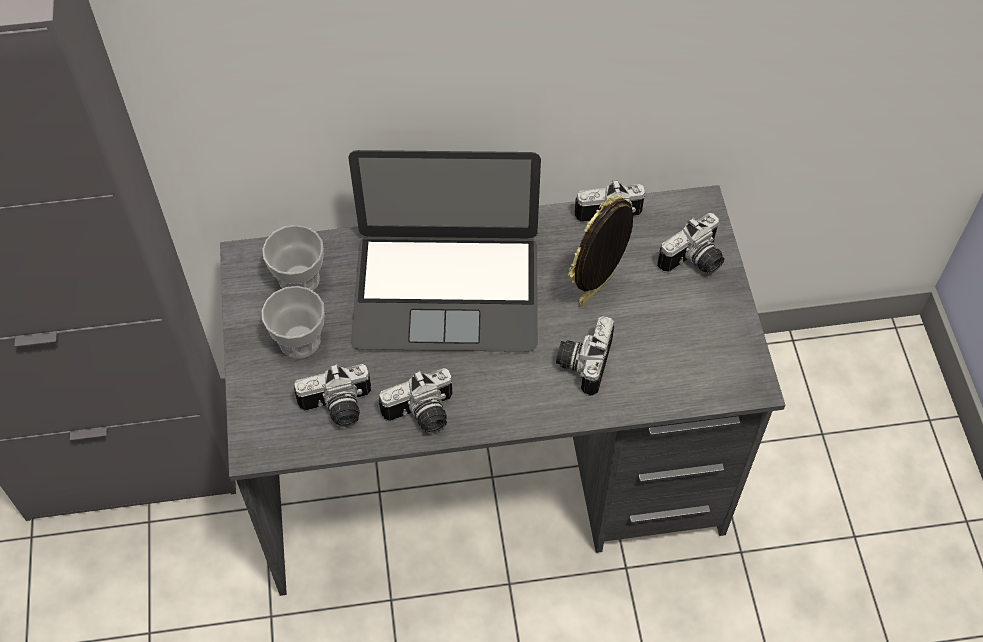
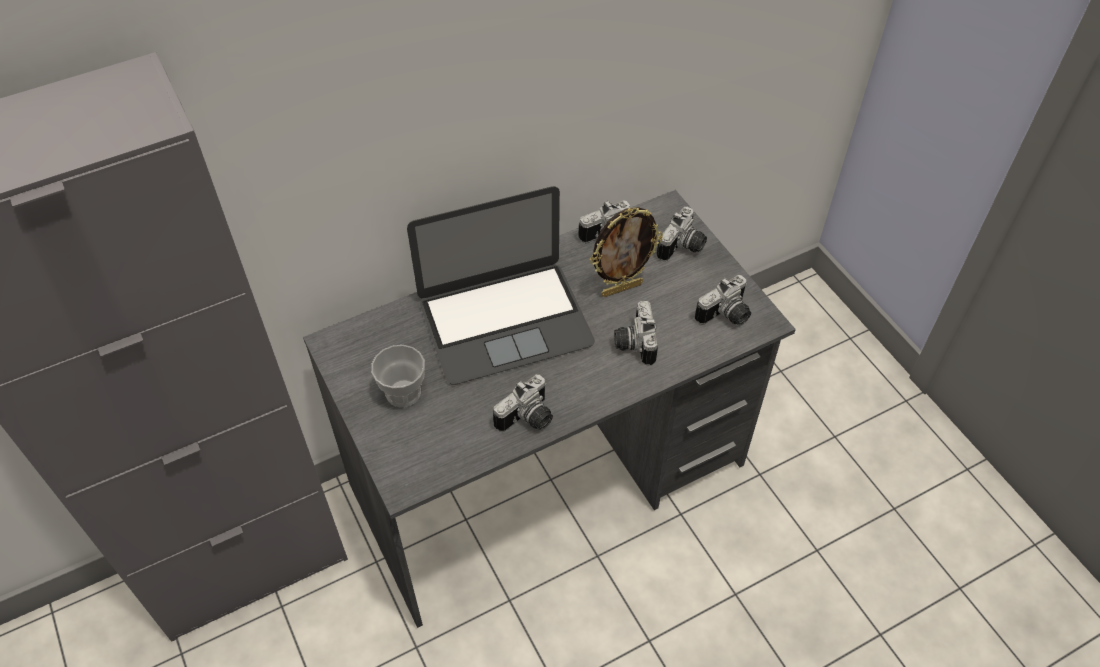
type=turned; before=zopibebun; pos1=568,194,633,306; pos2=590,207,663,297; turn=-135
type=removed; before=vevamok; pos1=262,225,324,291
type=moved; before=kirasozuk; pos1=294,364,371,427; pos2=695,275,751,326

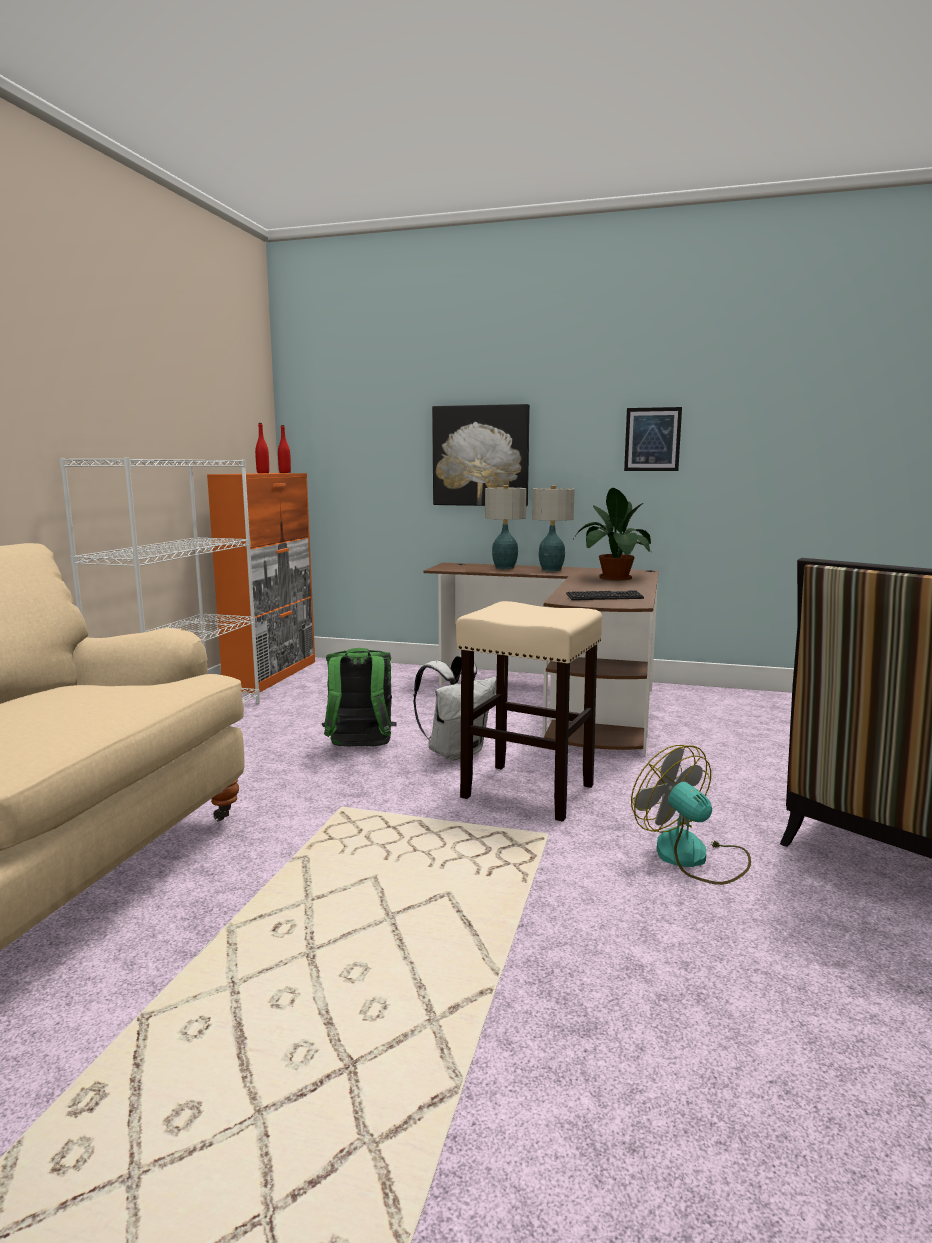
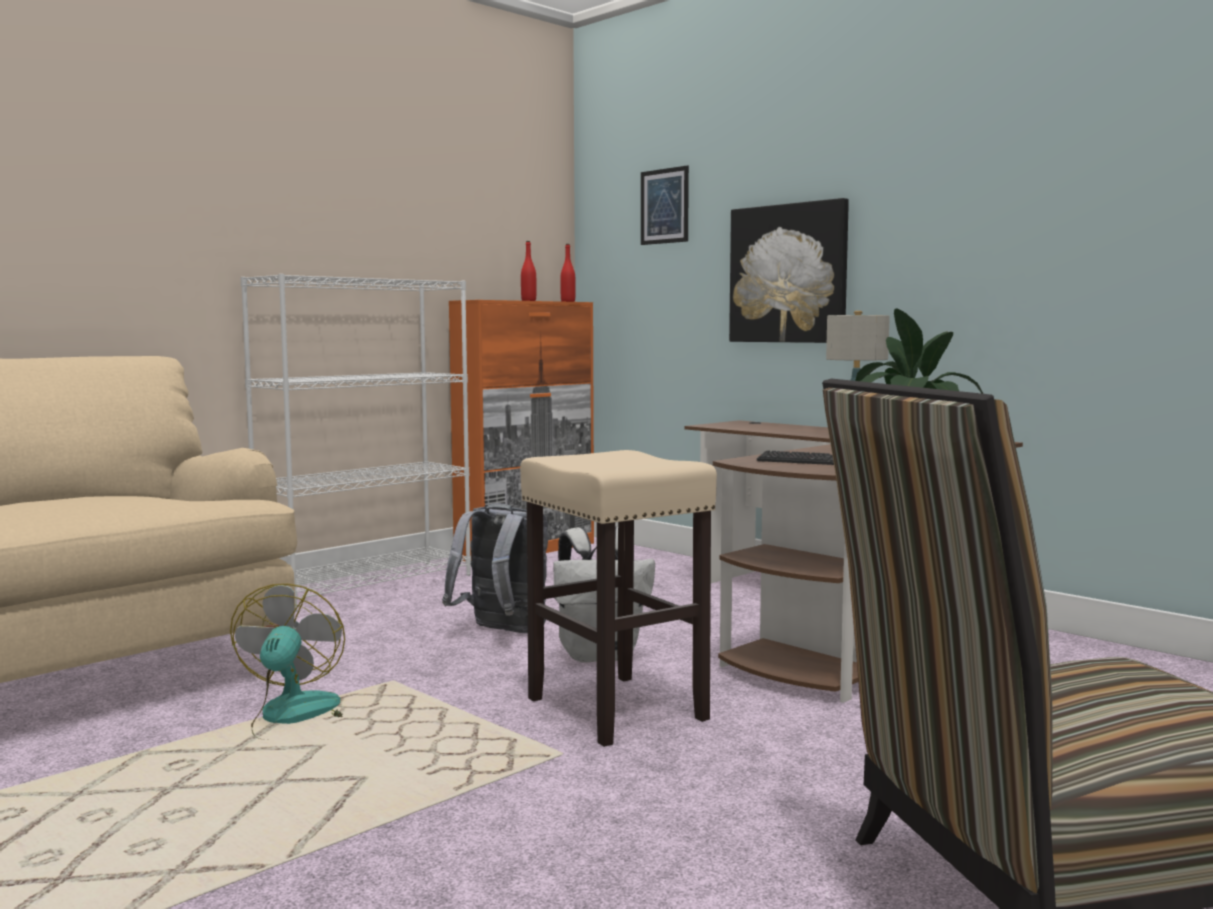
type=moved; before=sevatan; pos1=624,407,682,471; pos2=641,165,689,245
type=removed; before=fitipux; pos1=485,485,527,569
type=recoloured; before=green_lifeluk; after=grey_lifeluk; pos1=321,648,397,746; pos2=442,503,548,633
type=moved; before=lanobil; pos1=631,745,751,885; pos2=230,584,345,740

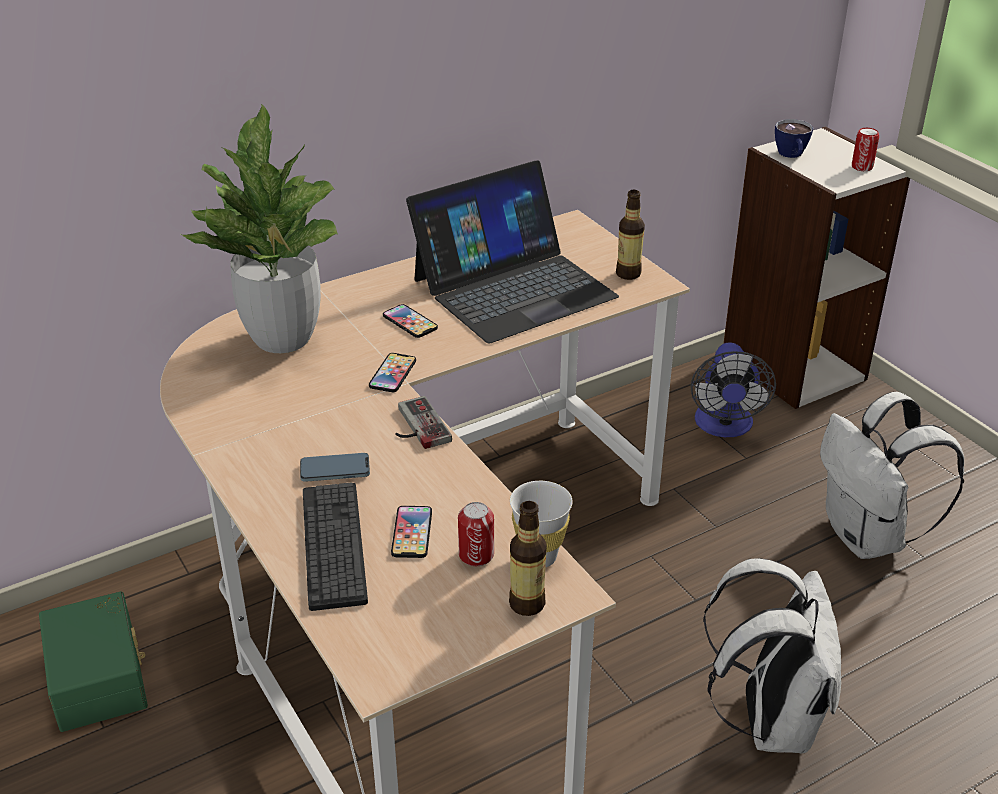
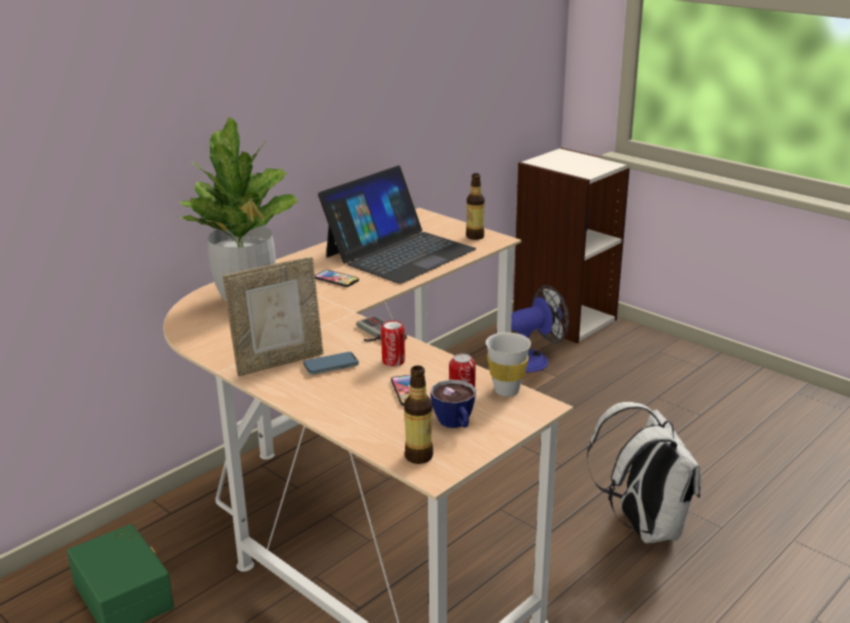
type=moved; before=vevamok; pos1=775,119,813,158; pos2=430,380,476,428
type=moved; before=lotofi; pos1=852,128,879,171; pos2=381,321,405,367
type=turned; before=lanobil; pos1=691,343,776,437; pos2=511,285,569,373; turn=-105
type=removed; before=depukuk; pos1=369,353,416,392
type=removed; before=white_lifeluk; pos1=820,392,964,559
type=removed; before=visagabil; pos1=303,482,368,611
type=moved; before=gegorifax; pos1=509,501,546,616; pos2=404,365,433,464
type=added; after=zopibebun; pos2=223,257,323,376

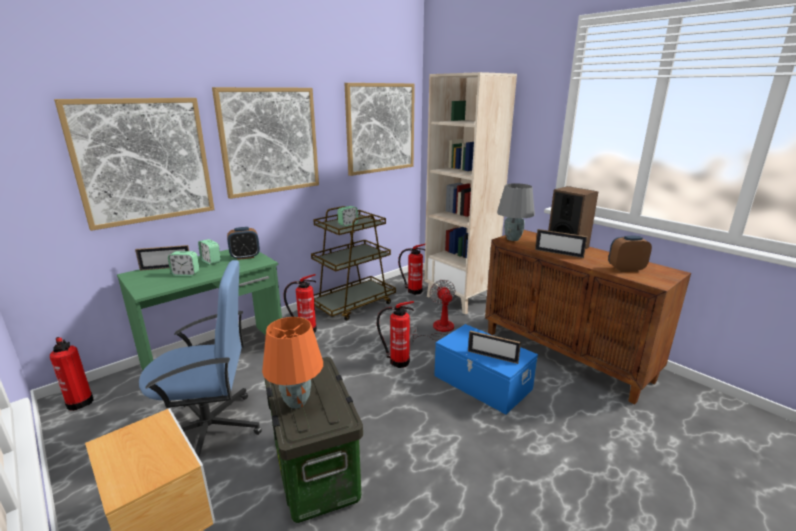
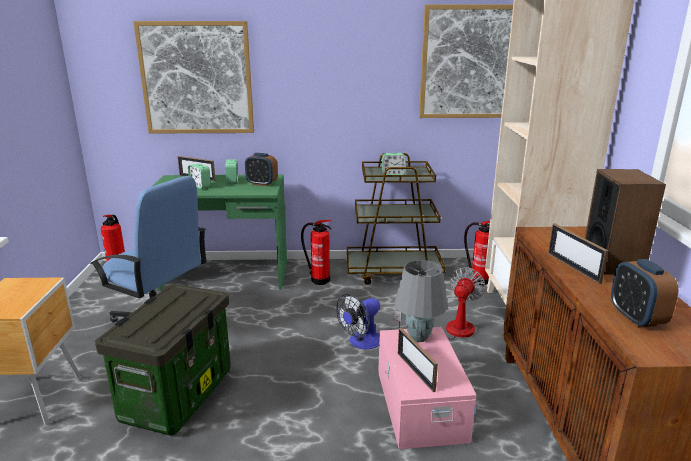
type=removed; before=sevatan; pos1=212,87,319,199
type=moved; before=grey_fitipux; pos1=497,183,535,241; pos2=394,260,448,342
type=turned; before=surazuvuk; pos1=608,236,652,272; pos2=611,259,678,328; turn=-135
type=replaced; before=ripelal; after=lanobil; pos1=377,301,414,368; pos2=336,294,380,349
type=removed; before=orange_fitipux; pos1=262,317,323,409
type=recoloured; before=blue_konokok; after=pink_konokok; pos1=434,324,538,414; pos2=378,327,476,449

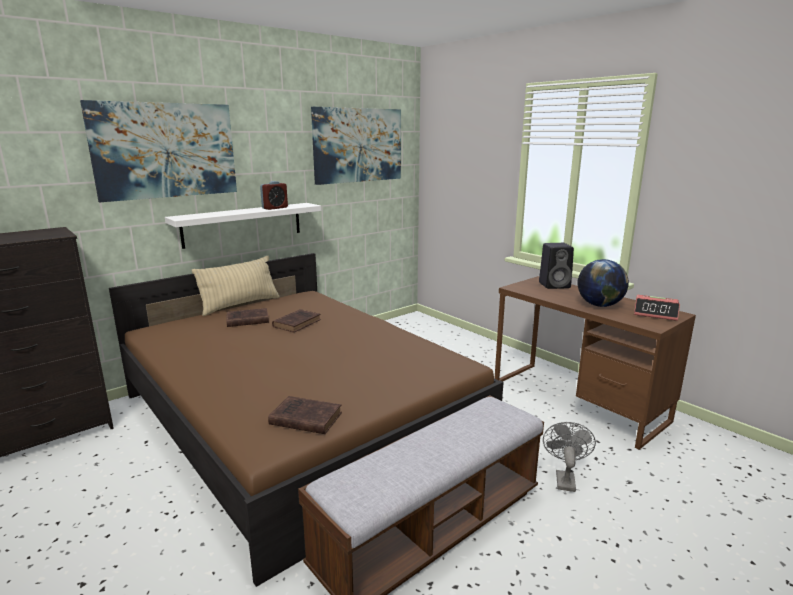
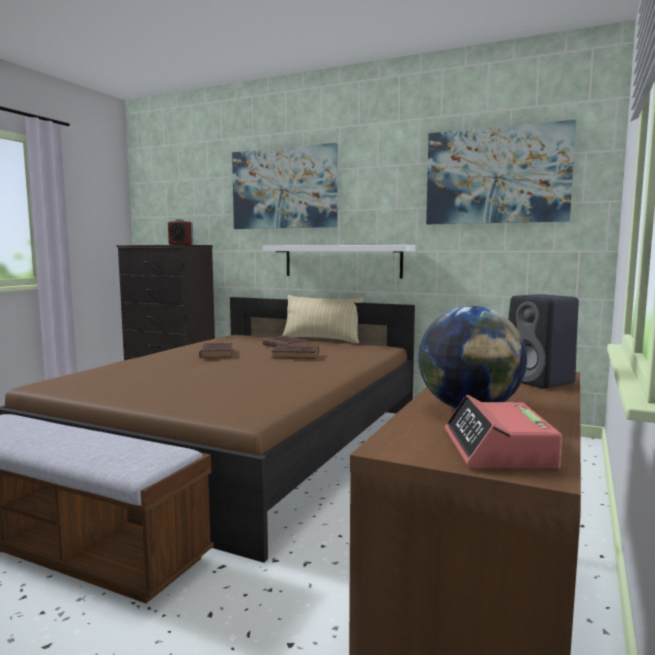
type=moved; before=surazuvuk; pos1=260,181,288,210; pos2=168,219,193,245
type=moved; before=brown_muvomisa; pos1=268,396,342,434; pos2=199,343,233,358
type=removed; before=grey_lanobil; pos1=543,422,596,492

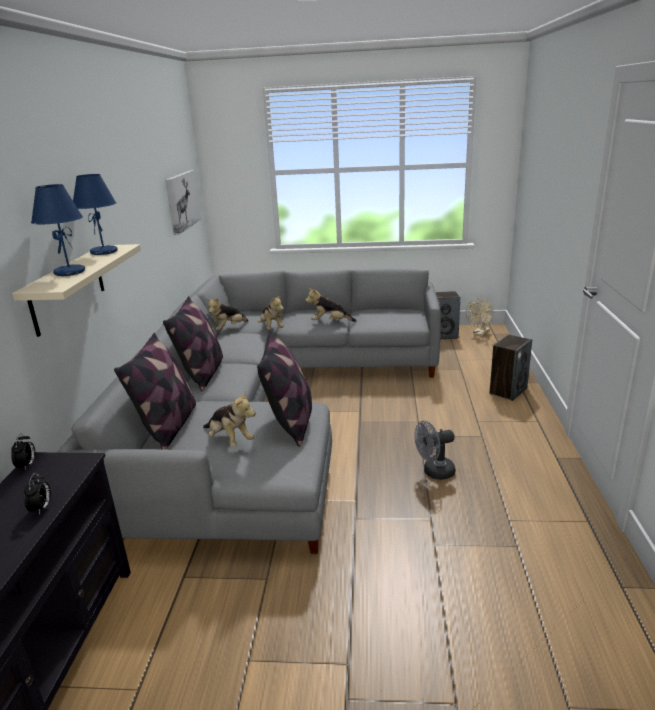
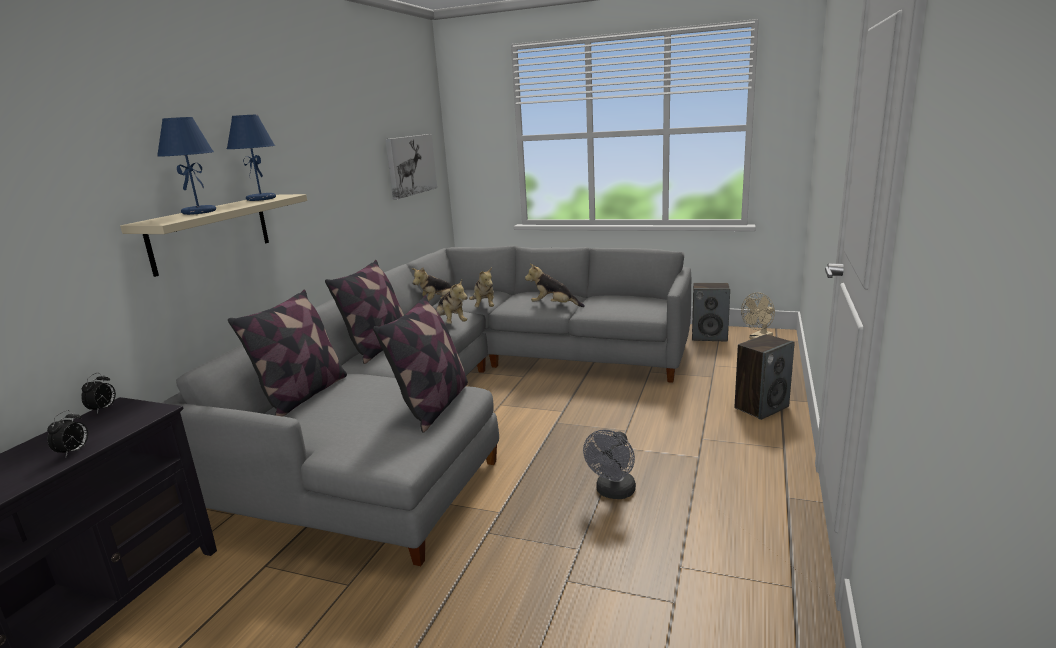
type=moved; before=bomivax; pos1=203,390,256,447; pos2=436,280,468,324
type=turned; before=grey_lanobil; pos1=415,421,455,480; pos2=583,429,636,499; turn=-60

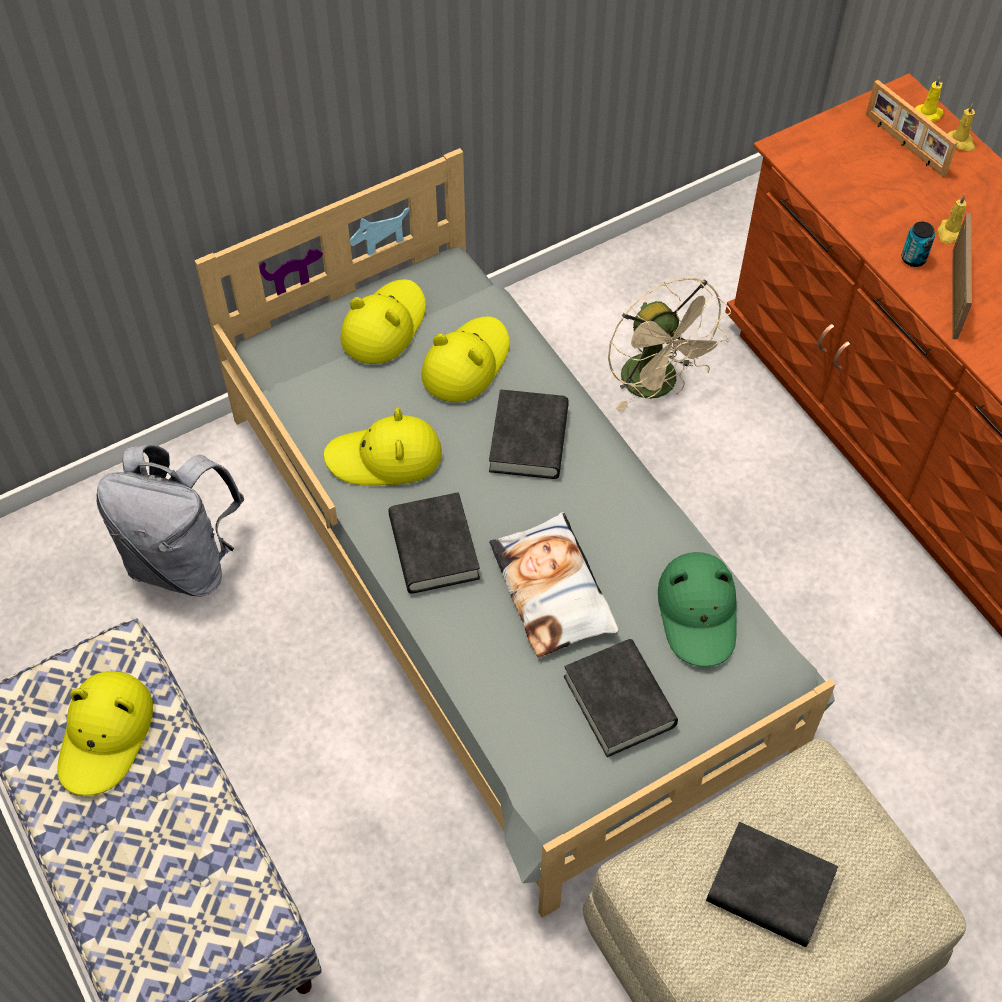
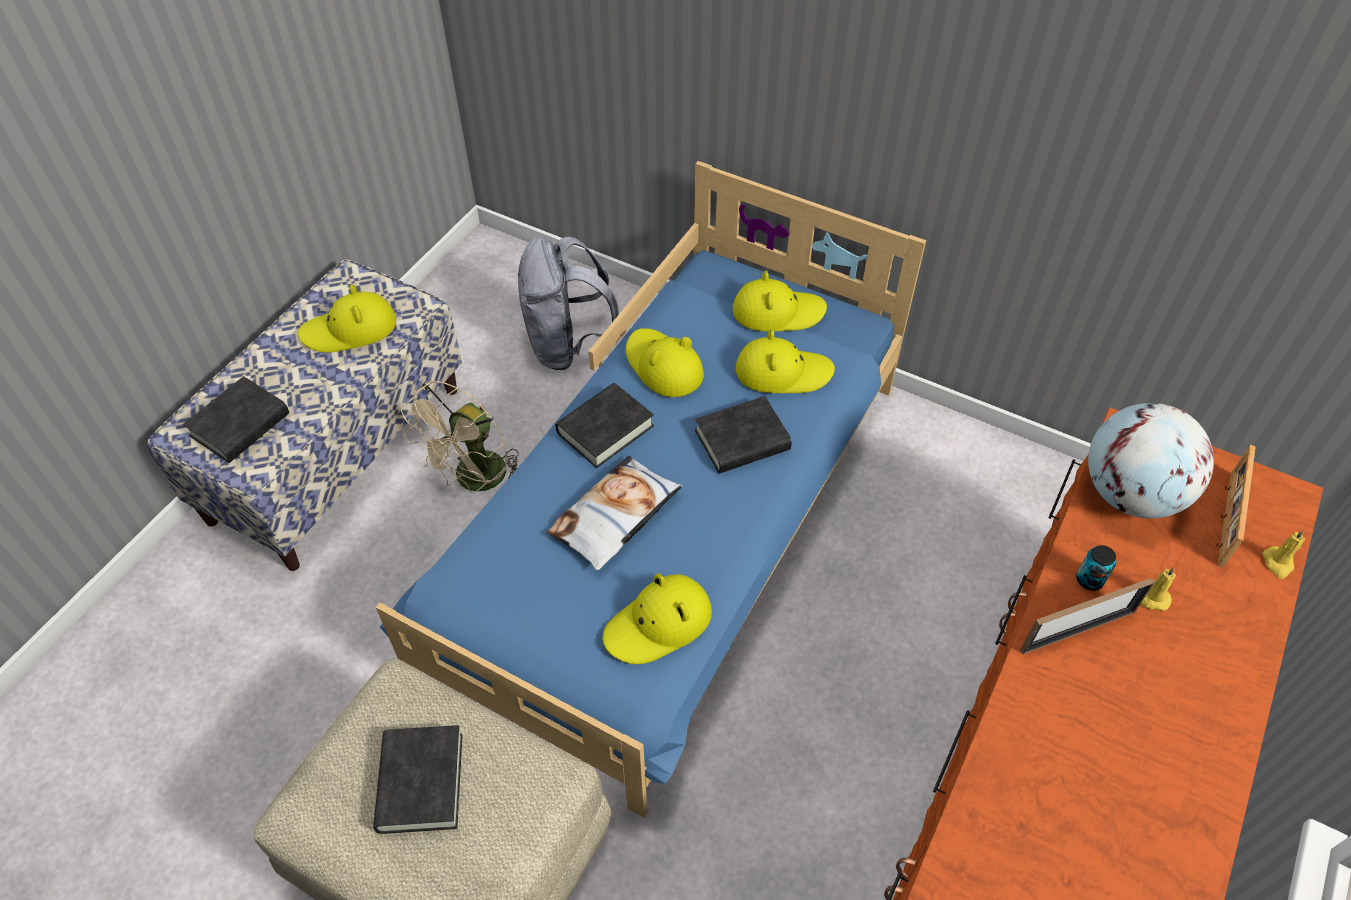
type=removed; before=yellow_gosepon; pos1=915,76,944,122
type=recoloured; before=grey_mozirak; after=blue_mozirak; pos1=194,148,836,918; pos2=376,161,926,818
type=moved; before=beige_lanobil; pos1=608,278,731,412; pos2=401,381,519,493
type=recoloured; before=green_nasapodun; after=yellow_nasapodun; pos1=658,552,737,667; pos2=602,573,712,664
type=moved; before=black_muvomisa; pos1=564,639,678,757; pos2=183,376,289,463
type=added; after=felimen; pos2=1088,403,1214,518

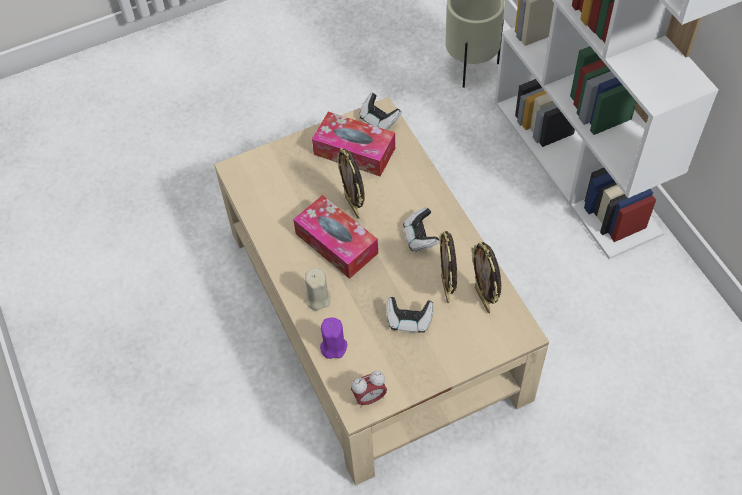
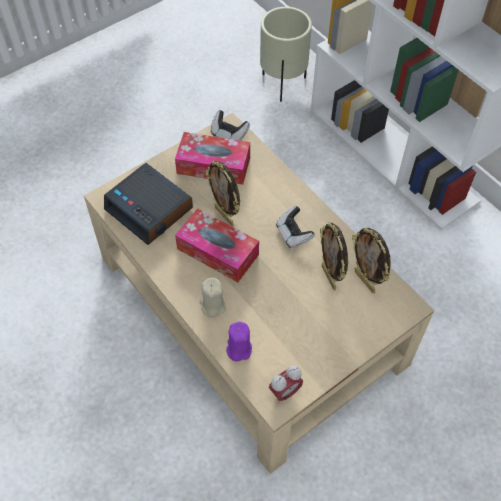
type=removed; before=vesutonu; pos1=386,297,434,333
type=added; after=surazuvuk; pos2=104,163,193,245

